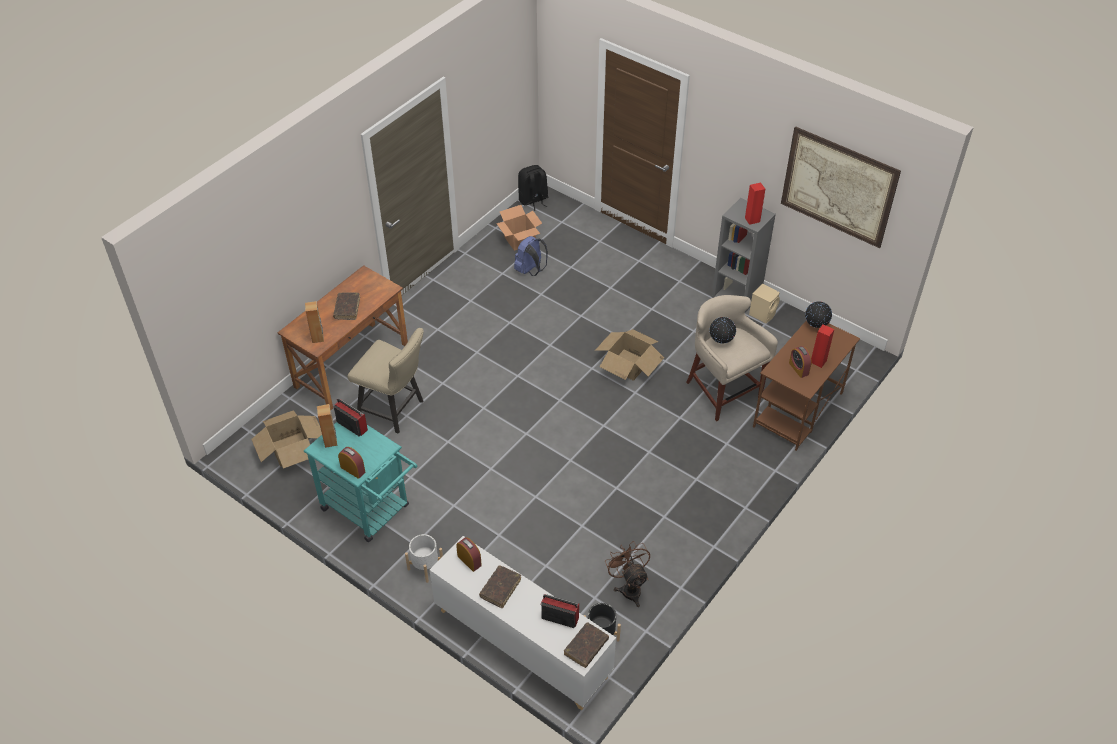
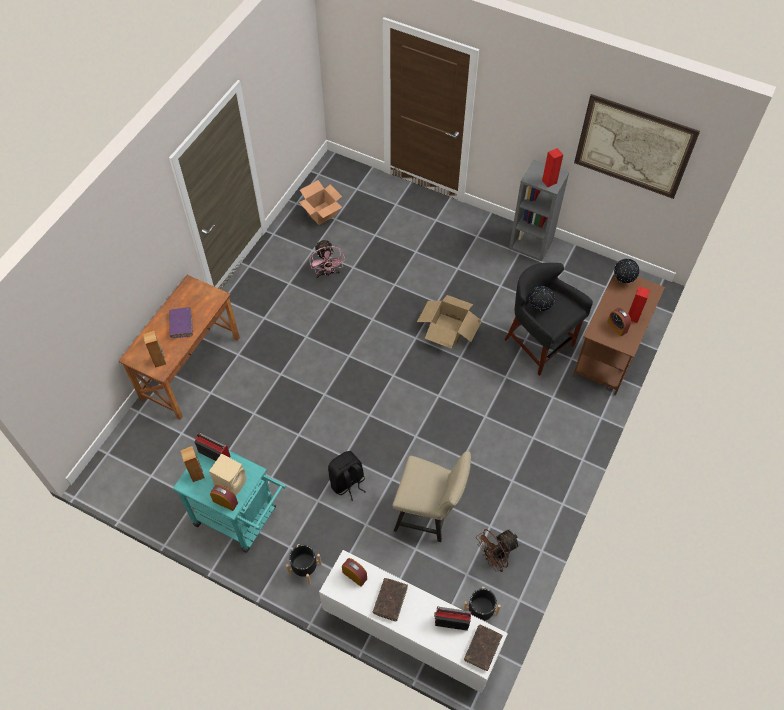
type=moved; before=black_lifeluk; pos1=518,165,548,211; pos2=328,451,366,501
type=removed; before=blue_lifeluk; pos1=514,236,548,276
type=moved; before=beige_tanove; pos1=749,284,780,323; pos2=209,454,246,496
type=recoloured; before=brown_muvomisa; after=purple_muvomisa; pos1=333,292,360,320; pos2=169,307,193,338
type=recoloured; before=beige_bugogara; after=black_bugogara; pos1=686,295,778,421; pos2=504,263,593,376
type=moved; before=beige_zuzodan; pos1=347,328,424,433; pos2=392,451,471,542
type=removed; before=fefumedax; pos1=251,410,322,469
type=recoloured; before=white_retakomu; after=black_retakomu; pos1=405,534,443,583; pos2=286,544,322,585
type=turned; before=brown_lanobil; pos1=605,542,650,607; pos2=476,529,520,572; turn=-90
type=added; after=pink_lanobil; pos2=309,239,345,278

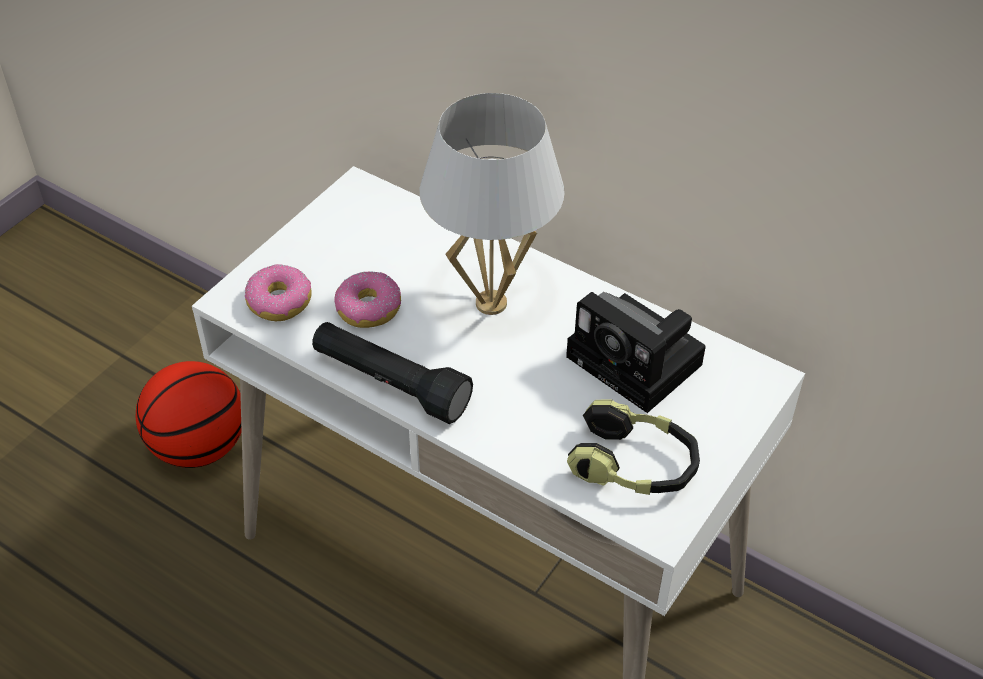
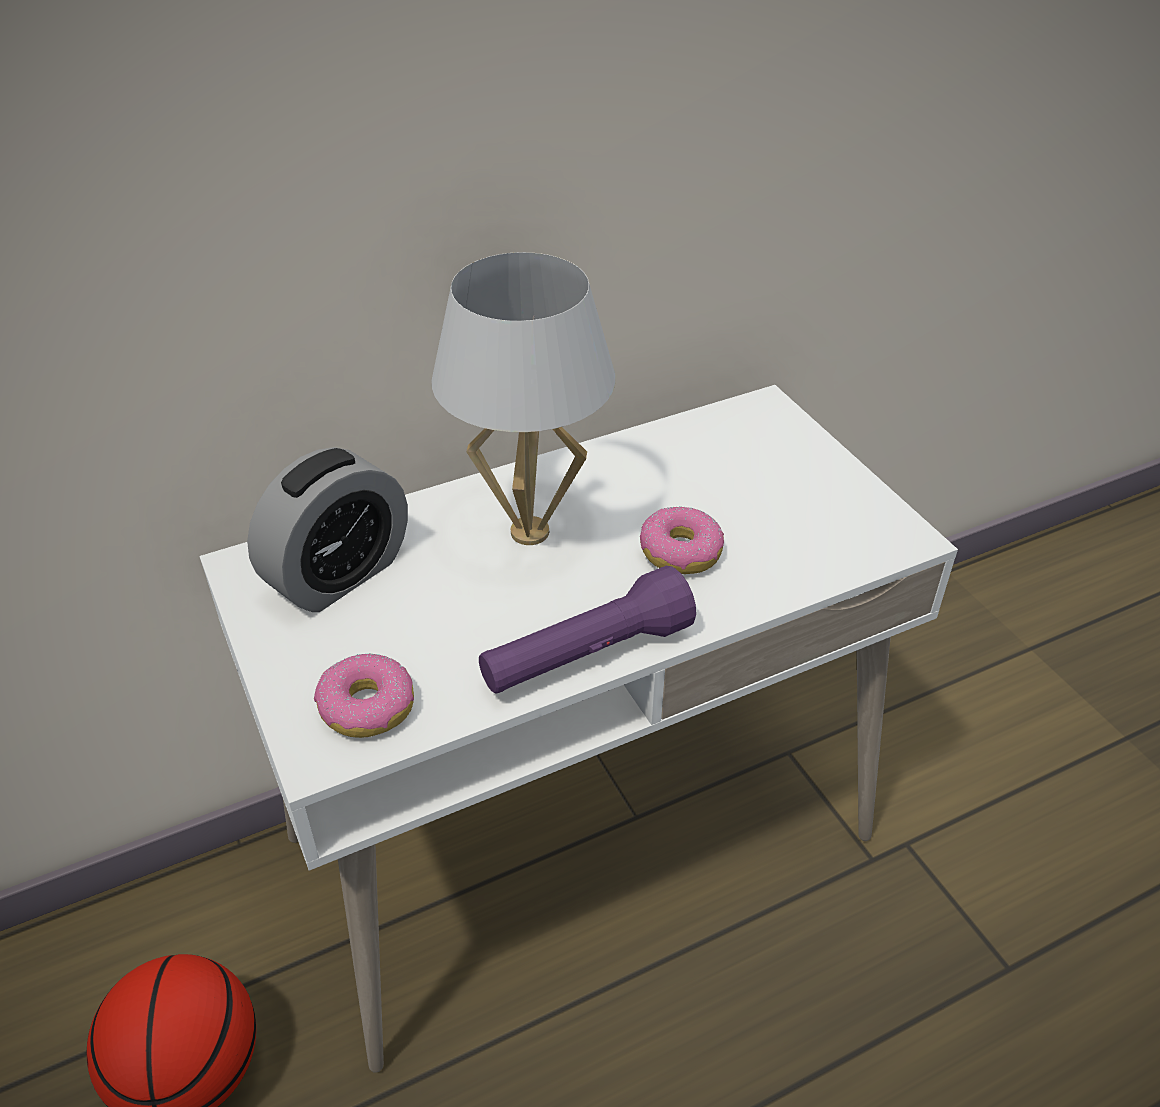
type=moved; before=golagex; pos1=334,271,401,328; pos2=640,507,724,574
type=removed; before=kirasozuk; pos1=566,292,706,413
type=recoloured; before=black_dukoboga; after=purple_dukoboga; pos1=312,322,473,424; pos2=479,566,696,694
type=removed; before=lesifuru; pos1=567,400,700,495
type=added; after=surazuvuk; pos2=247,447,408,612

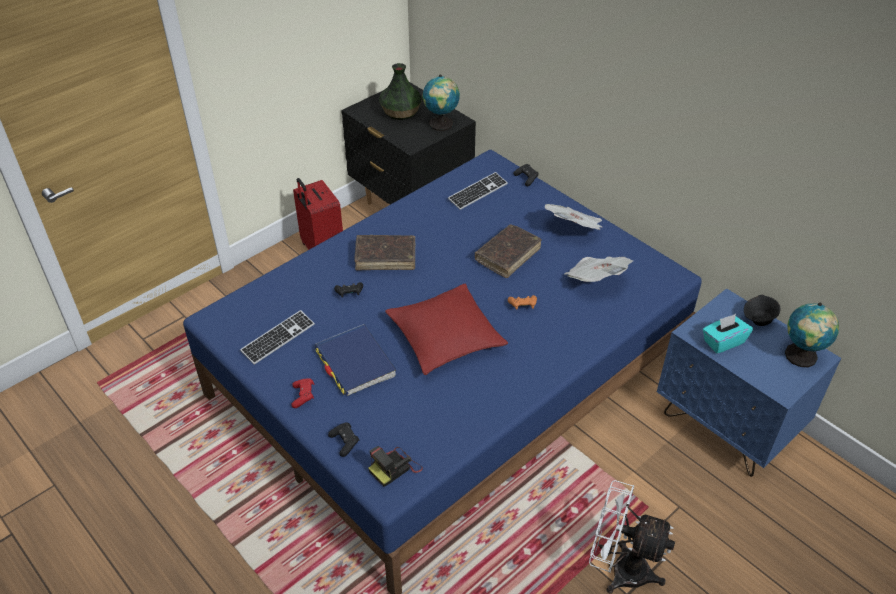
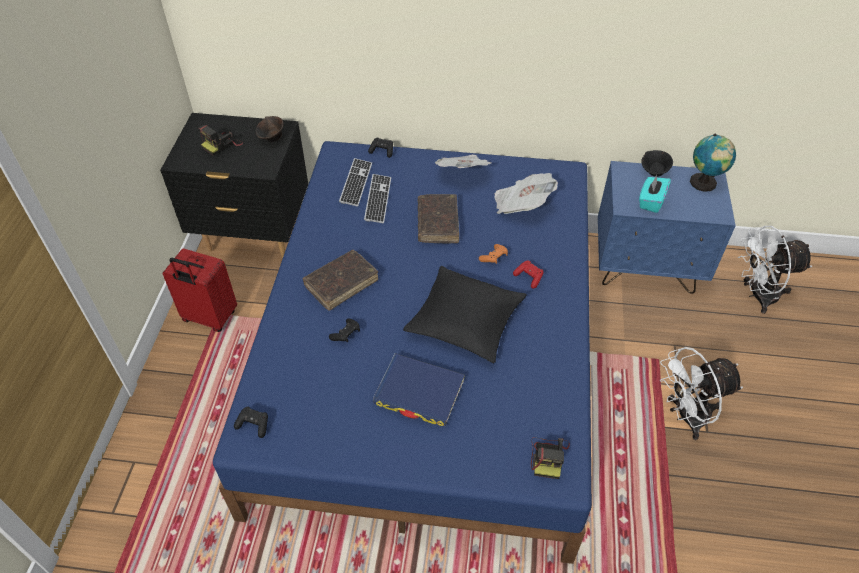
type=replaced; before=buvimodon; after=kirasozuk; pos1=379,63,422,120; pos2=199,125,243,156
type=replaced; before=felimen; after=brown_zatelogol; pos1=423,74,460,131; pos2=256,116,283,142
type=recoloured; before=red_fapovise; after=black_fapovise; pos1=385,284,508,375; pos2=403,266,527,363
type=moved; before=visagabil; pos1=240,310,315,365; pos2=364,174,391,224
type=moved; before=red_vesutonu; pos1=291,378,314,408; pos2=513,260,544,289
type=moved; before=black_vesutonu; pos1=328,422,359,457; pos2=234,407,268,438
type=added; after=white_lanobil; pos2=738,226,812,314

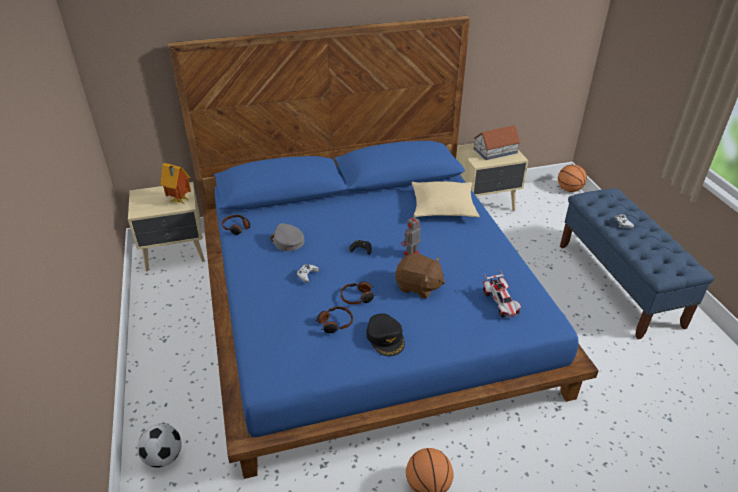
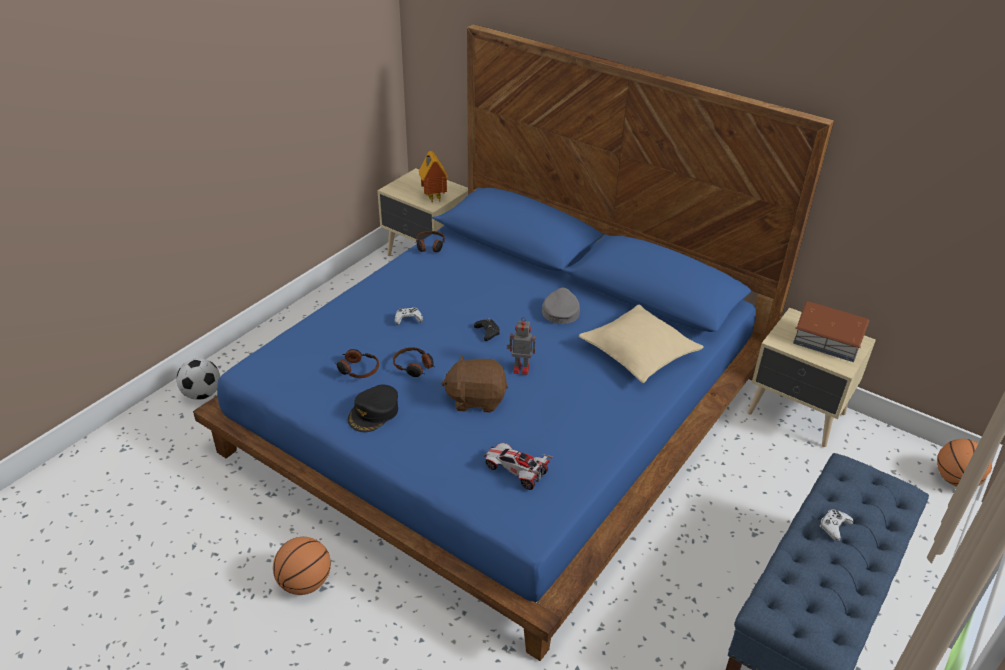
type=moved; before=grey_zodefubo; pos1=270,223,304,251; pos2=542,288,580,324
type=turned; before=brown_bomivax; pos1=395,253,445,299; pos2=441,355,508,413; turn=105
type=turned; before=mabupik; pos1=483,270,522,318; pos2=483,443,553,490; turn=90

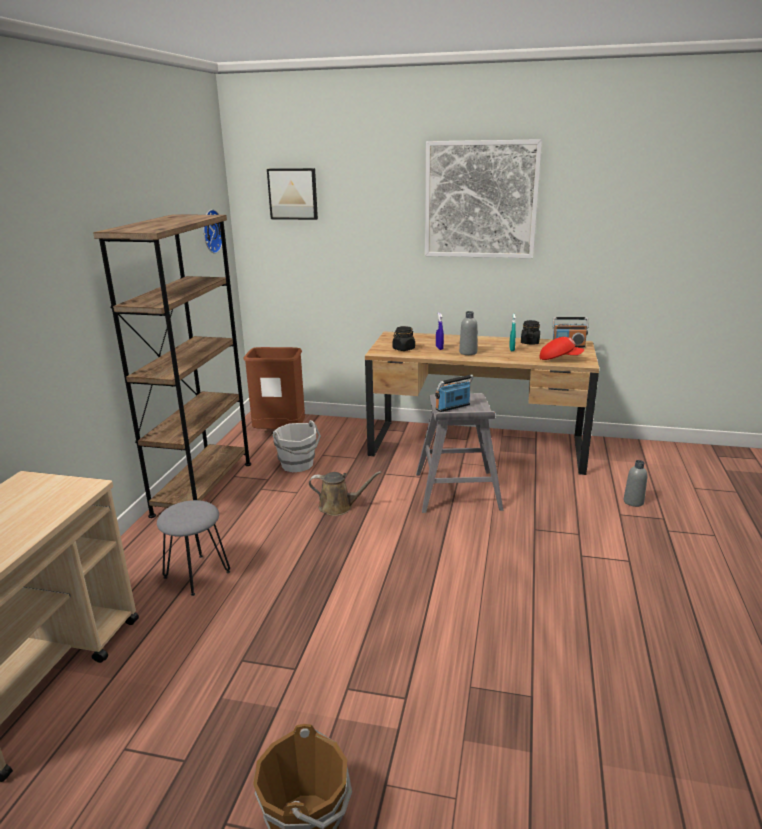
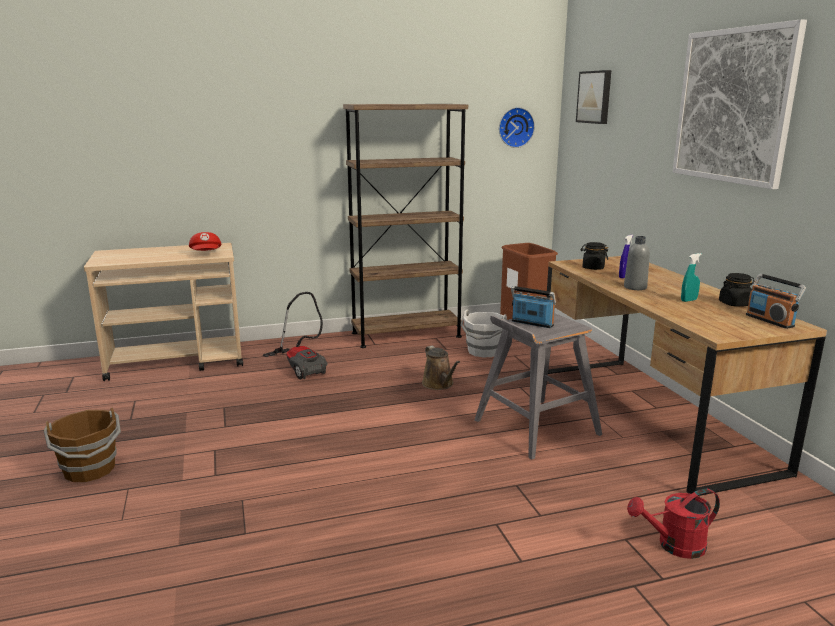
type=moved; before=red_zodefubo; pos1=539,337,584,360; pos2=189,232,222,251
type=replaced; before=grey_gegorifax; after=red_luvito; pos1=624,460,647,507; pos2=627,489,720,559
type=replaced; before=grey_bugogara; after=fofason; pos1=157,500,230,596; pos2=263,292,328,379

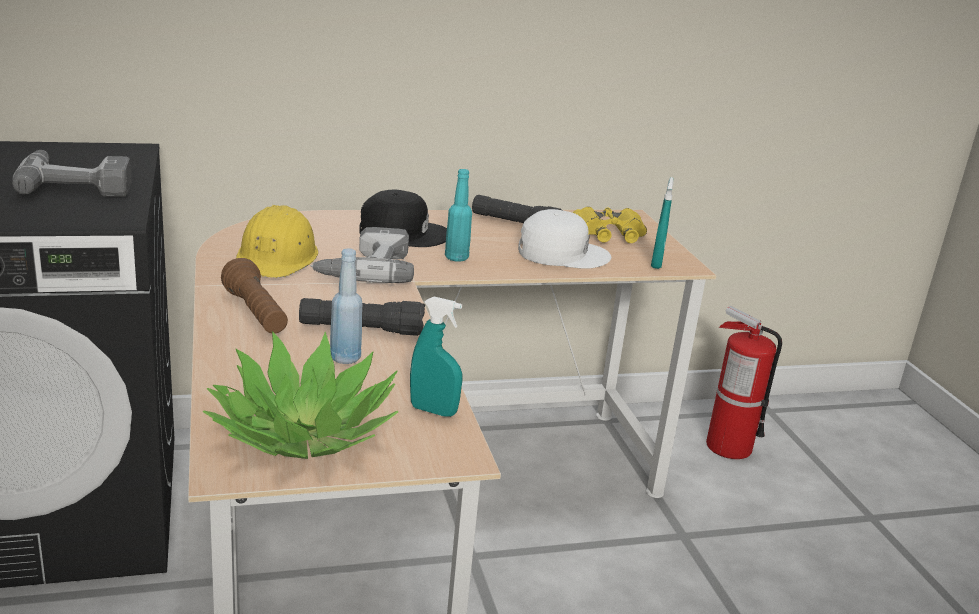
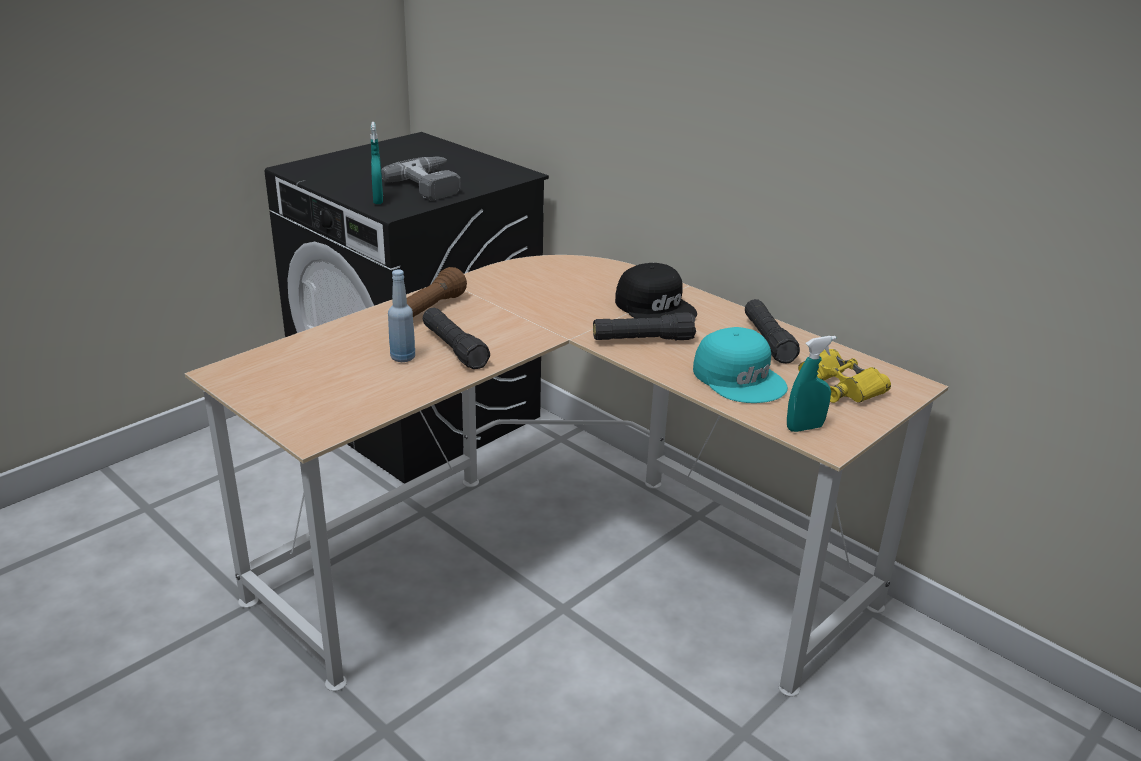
type=replaced; before=turquoise_gegorifax; after=black_dukoboga; pos1=445,169,472,262; pos2=593,312,696,340
type=removed; before=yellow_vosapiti; pos1=236,205,318,278
type=recoloured; before=white_zodefubo; after=turquoise_zodefubo; pos1=518,209,611,269; pos2=693,327,788,403
type=removed; before=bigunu; pos1=310,227,414,283
type=moved; before=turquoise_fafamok; pos1=410,297,462,417; pos2=370,122,383,204
type=removed; before=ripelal; pos1=706,306,782,459
type=removed; before=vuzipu; pos1=203,331,398,459

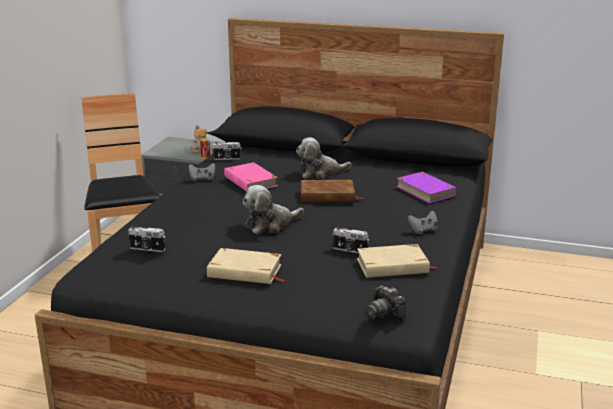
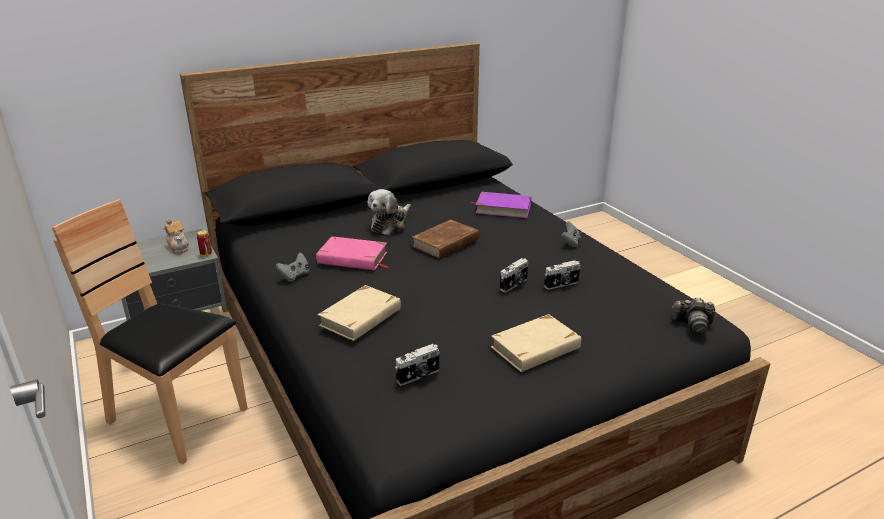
type=moved; before=kirasozuk; pos1=212,142,241,160; pos2=500,258,528,292
type=removed; before=bomivax; pos1=243,185,304,234
type=moved; before=beige_muvomisa; pos1=357,244,436,278; pos2=318,285,401,341

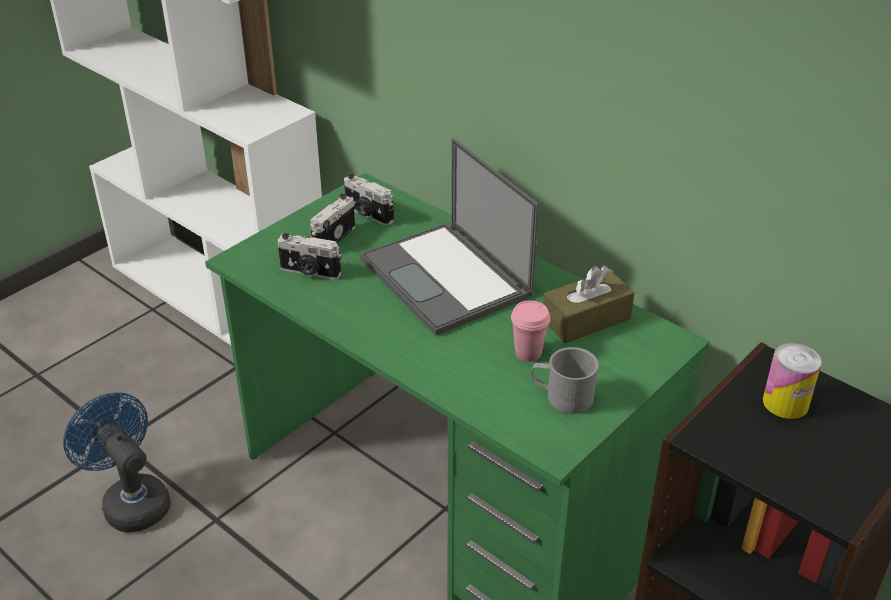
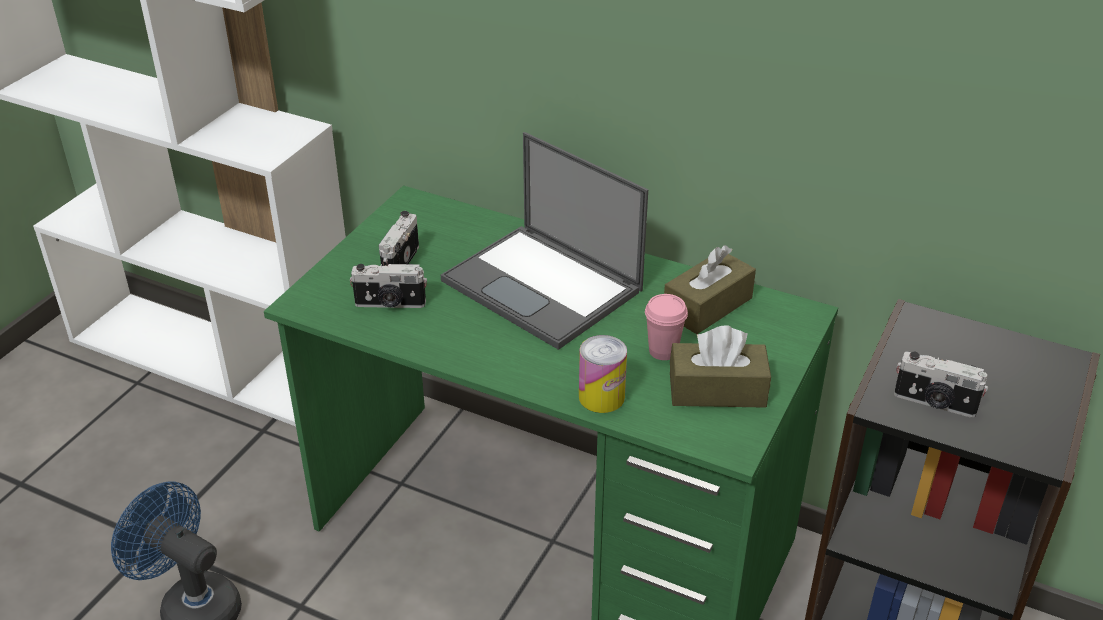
type=moved; before=kirasozuk; pos1=344,173,394,226; pos2=894,351,988,418
type=moved; before=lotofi; pos1=763,343,822,419; pos2=579,335,627,413
type=replaced; before=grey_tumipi; after=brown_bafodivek; pos1=531,347,599,414; pos2=670,325,771,408

